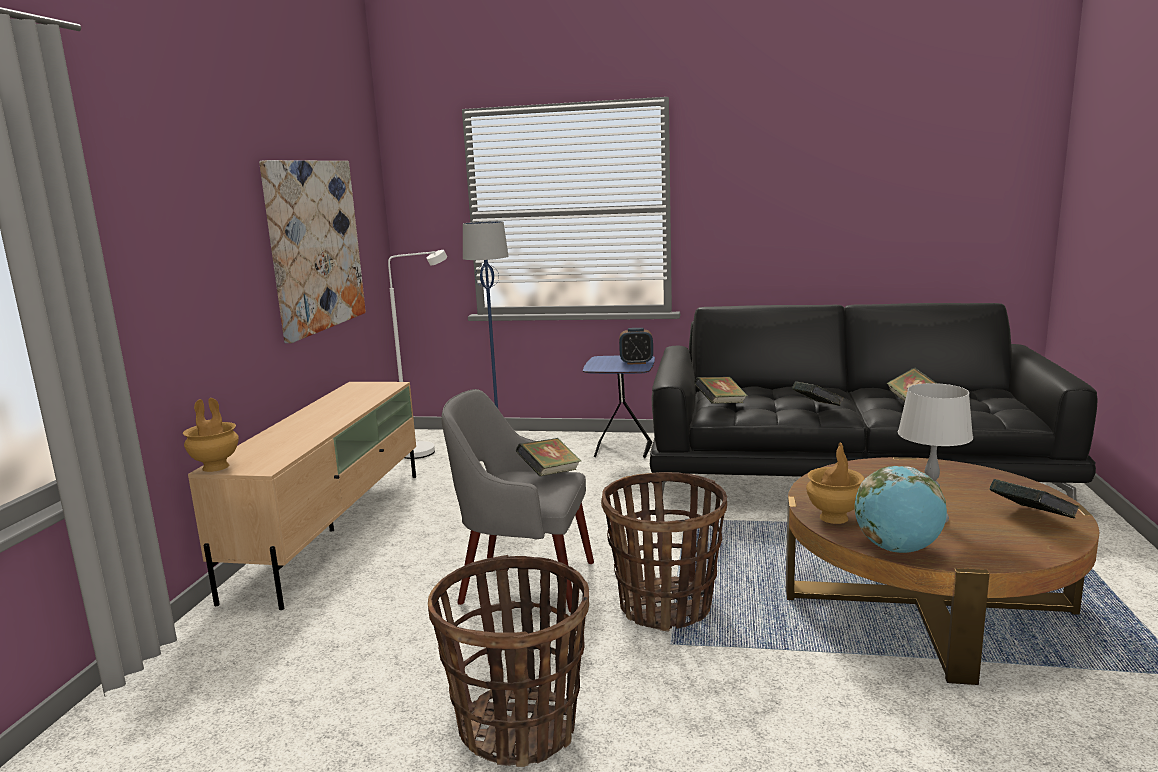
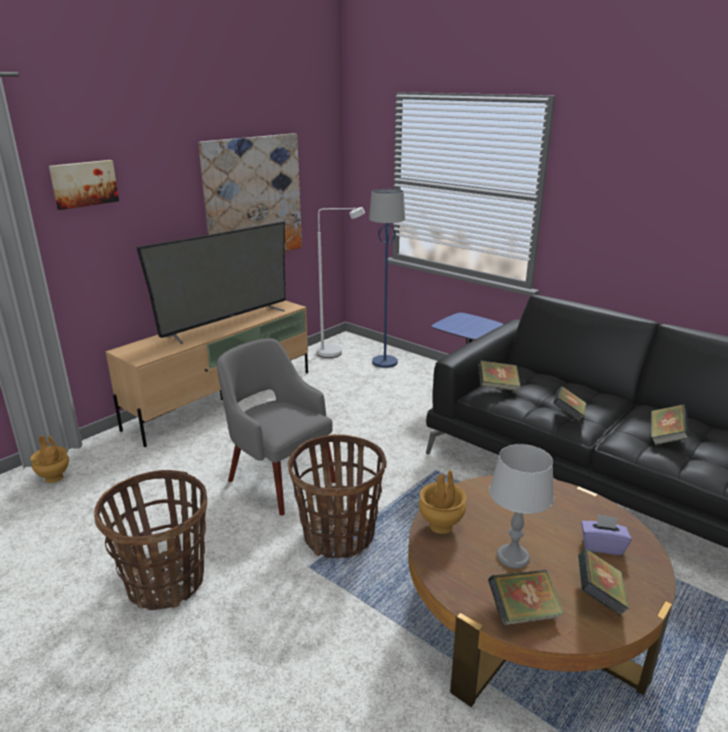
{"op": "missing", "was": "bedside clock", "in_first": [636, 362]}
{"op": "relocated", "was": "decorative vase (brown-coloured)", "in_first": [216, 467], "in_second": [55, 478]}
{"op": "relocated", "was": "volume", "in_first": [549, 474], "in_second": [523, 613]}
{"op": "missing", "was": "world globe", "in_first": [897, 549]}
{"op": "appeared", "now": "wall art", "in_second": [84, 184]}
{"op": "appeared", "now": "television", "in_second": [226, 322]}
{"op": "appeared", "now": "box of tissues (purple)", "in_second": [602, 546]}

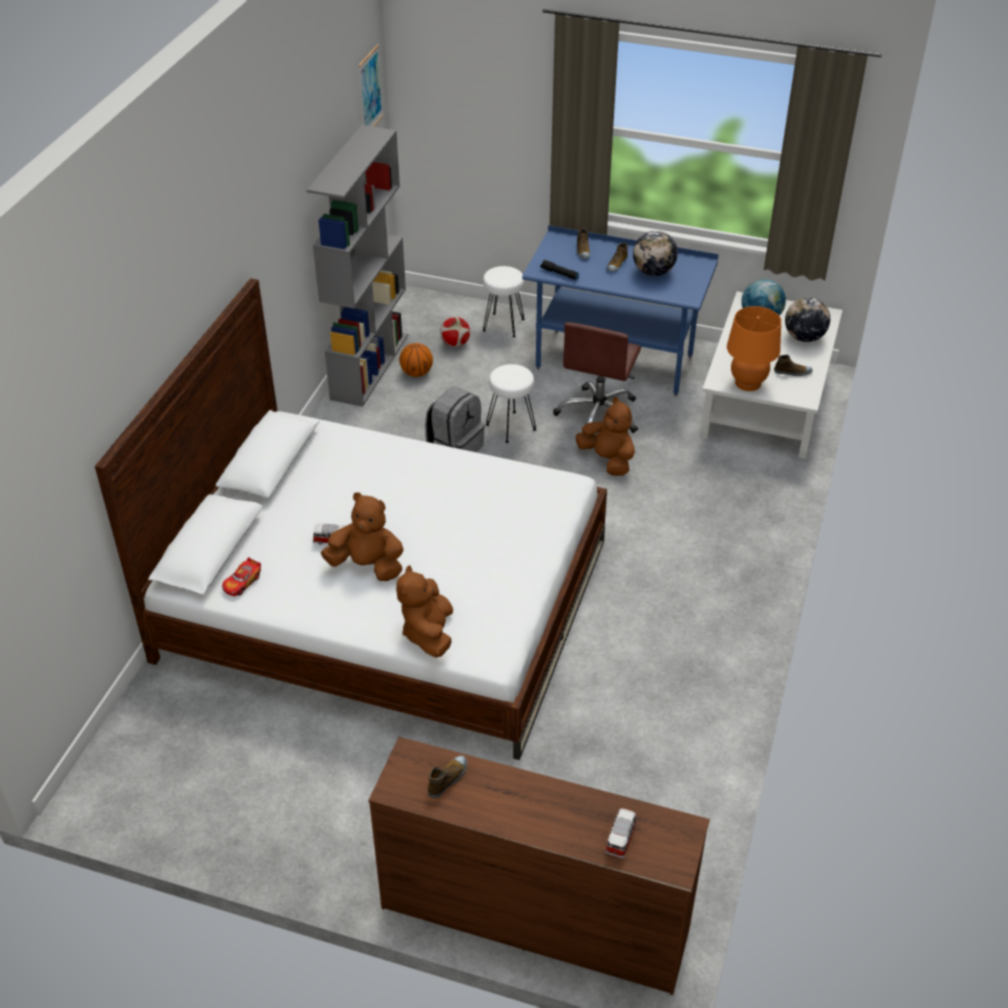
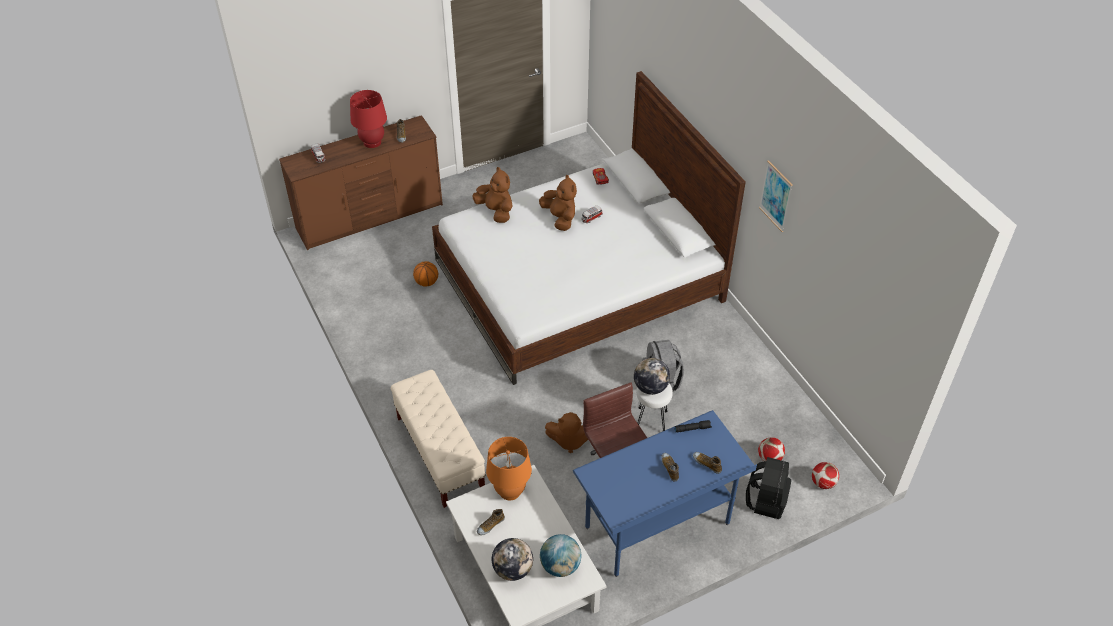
{"op": "relocated", "was": "wall art", "in_first": [370, 91], "in_second": [775, 196]}
{"op": "missing", "was": "shelving unit (gray)", "in_first": [369, 366]}
{"op": "relocated", "was": "world globe", "in_first": [653, 272], "in_second": [650, 387]}
{"op": "exchanged", "was": "sitting stool (white-coloured)", "now": "rucksack (black)", "in_first": [503, 325], "in_second": [766, 500]}
{"op": "relocated", "was": "basketball", "in_first": [416, 373], "in_second": [426, 282]}
{"op": "spun", "was": "cuddly toy (brown-coloured)", "in_first": [367, 566], "in_second": [560, 218], "clockwise": -90}
{"op": "appeared", "now": "lamp for a table (red)", "in_second": [372, 142]}
{"op": "appeared", "now": "long seat (sand-coloured)", "in_second": [440, 453]}
{"op": "appeared", "now": "football ball", "in_second": [823, 483]}

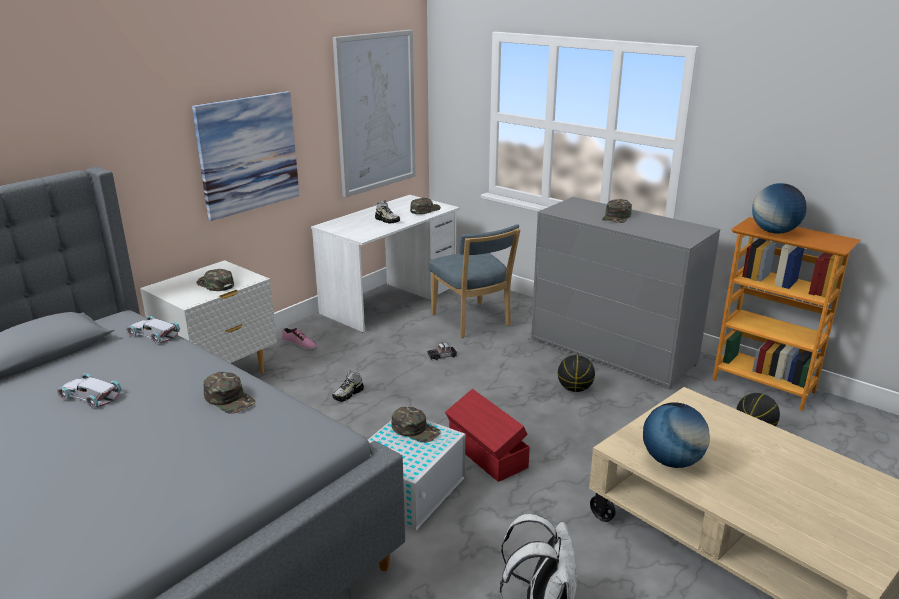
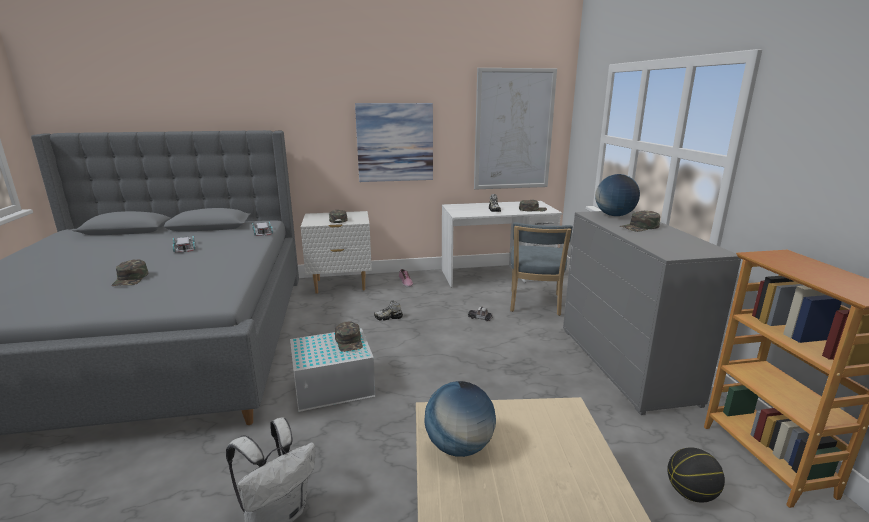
{"op": "relocated", "was": "world globe", "in_first": [774, 232], "in_second": [614, 215]}
{"op": "missing", "was": "basketball", "in_first": [575, 389]}
{"op": "relocated", "was": "cap (green-coloured)", "in_first": [230, 399], "in_second": [131, 279]}
{"op": "missing", "was": "storage bin (red)", "in_first": [487, 455]}

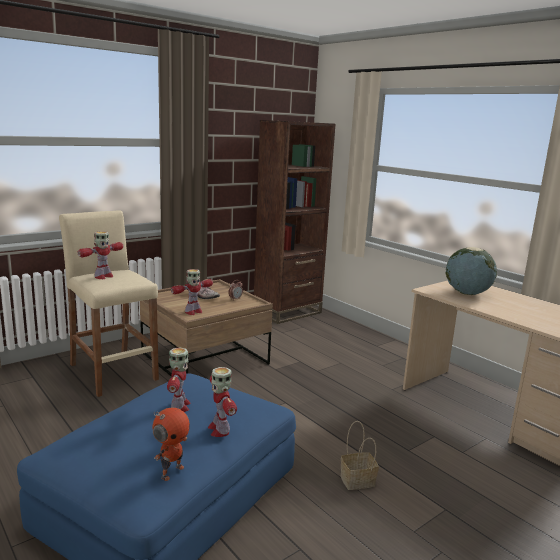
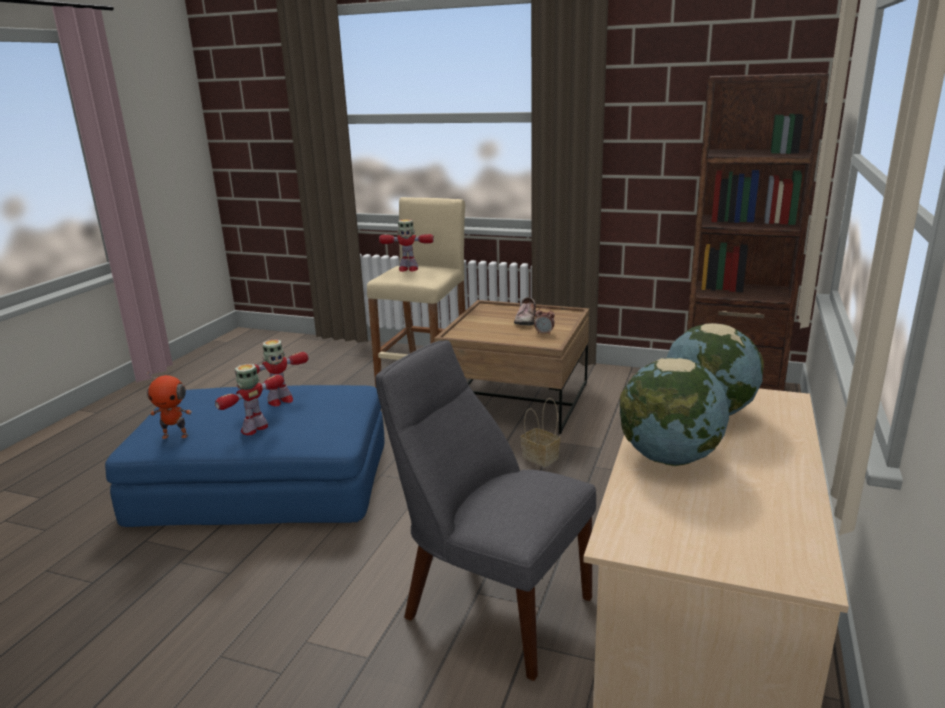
{"op": "missing", "was": "model robot", "in_first": [193, 312]}
{"op": "relocated", "was": "basket", "in_first": [358, 480], "in_second": [541, 458]}
{"op": "appeared", "now": "plain chair (gray)", "in_second": [490, 605]}
{"op": "appeared", "now": "world globe", "in_second": [669, 458]}

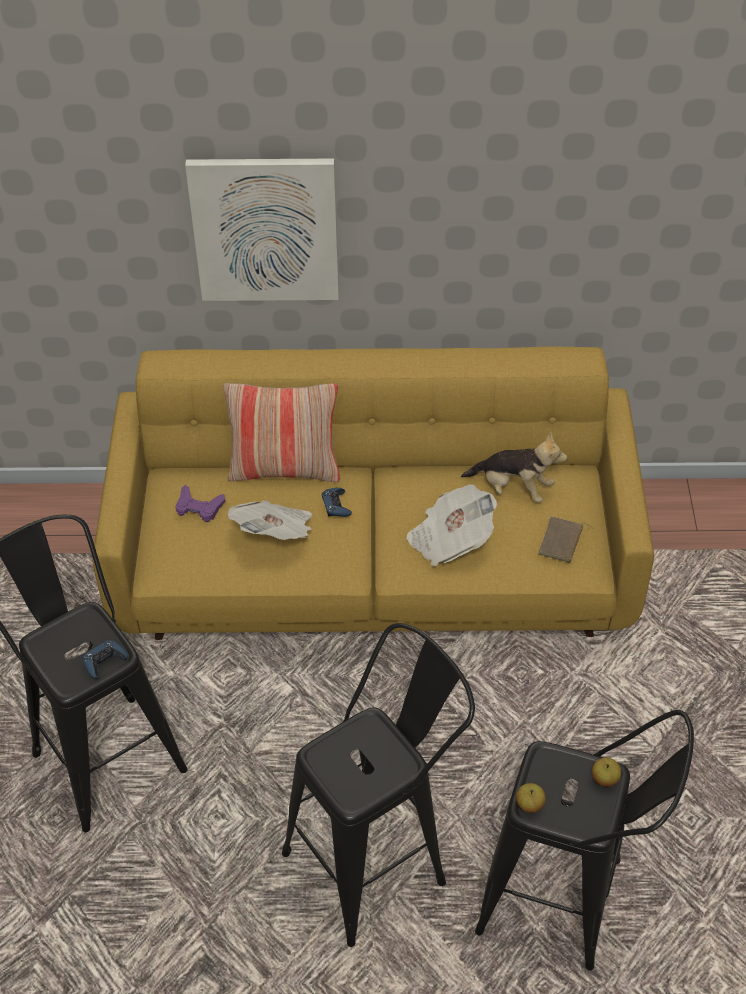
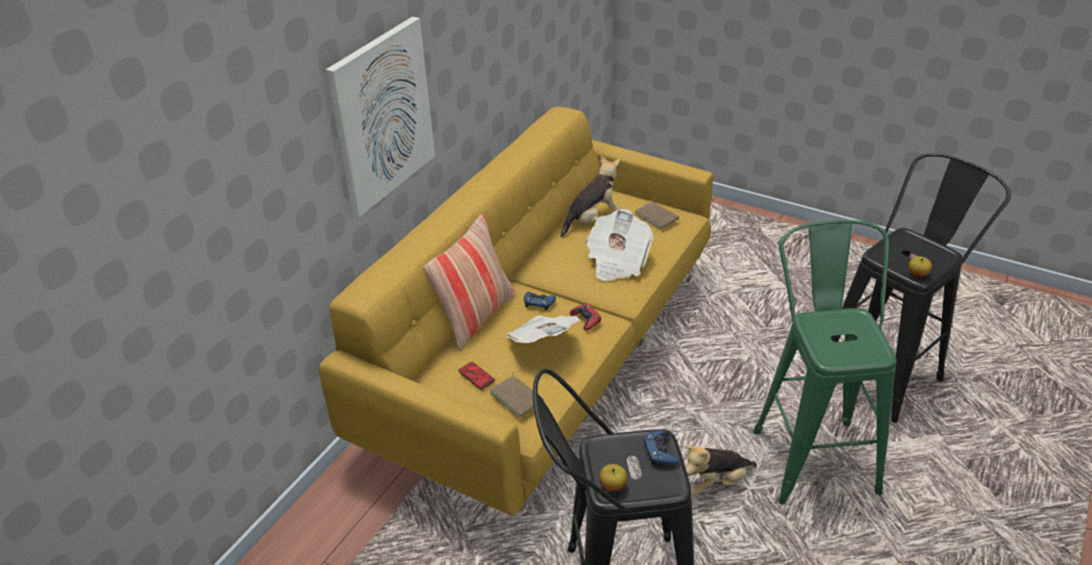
{"op": "exchanged", "was": "joypad (purple)", "now": "phone", "in_first": [199, 507], "in_second": [476, 376]}
{"op": "colour", "was": "sitting stool (black)", "now": "sitting stool (green-coloured)", "in_first": [378, 859], "in_second": [811, 450]}
{"op": "relocated", "was": "apple", "in_first": [604, 779], "in_second": [612, 486]}
{"op": "appeared", "now": "joypad (red)", "in_second": [585, 319]}
{"op": "appeared", "now": "volume (brown-coloured)", "in_second": [518, 397]}
{"op": "appeared", "now": "cuddly toy", "in_second": [715, 483]}

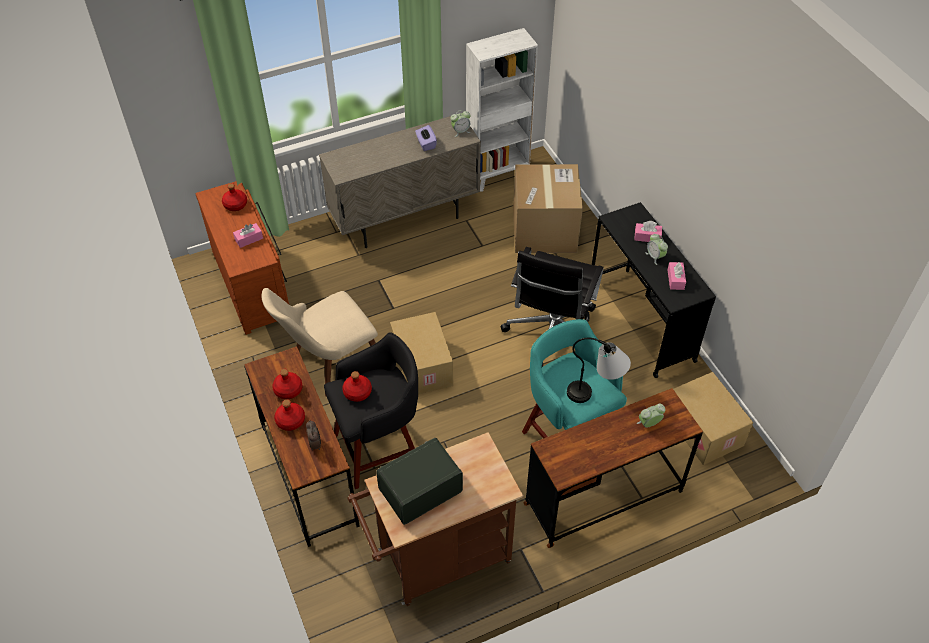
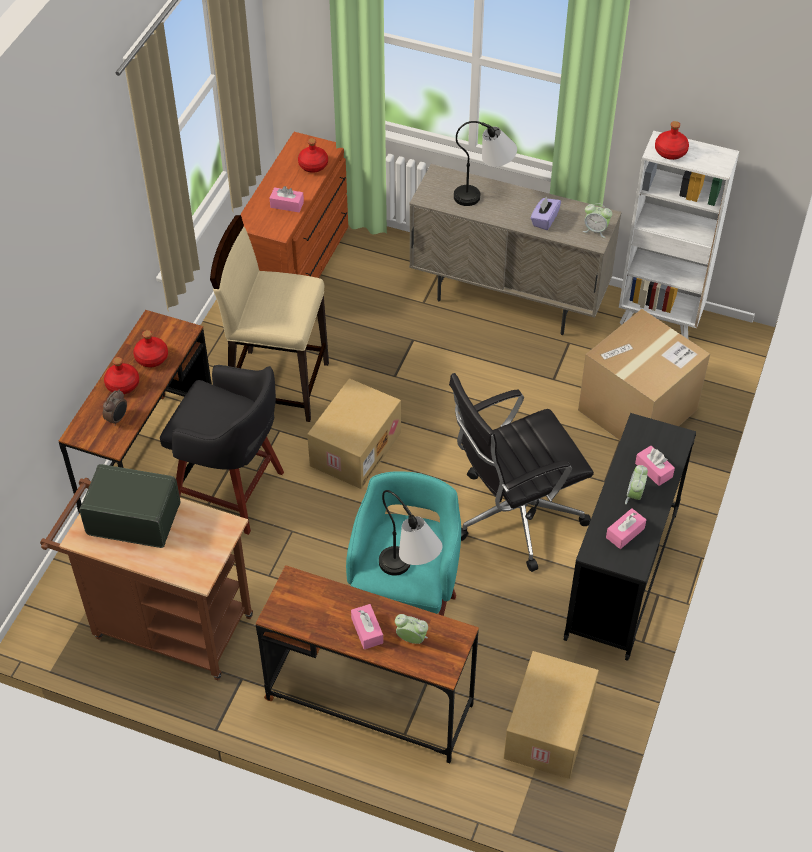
{"op": "exchanged", "was": "plain chair (sand-coloured)", "now": "sitting stool (sand-coloured)", "in_first": [329, 365], "in_second": [277, 384]}
{"op": "relocated", "was": "drink bottle (red)", "in_first": [357, 392], "in_second": [670, 151]}
{"op": "appeared", "now": "lamp for a table", "in_second": [485, 194]}
{"op": "appeared", "now": "box of tissues (pink-coloured)", "in_second": [367, 631]}

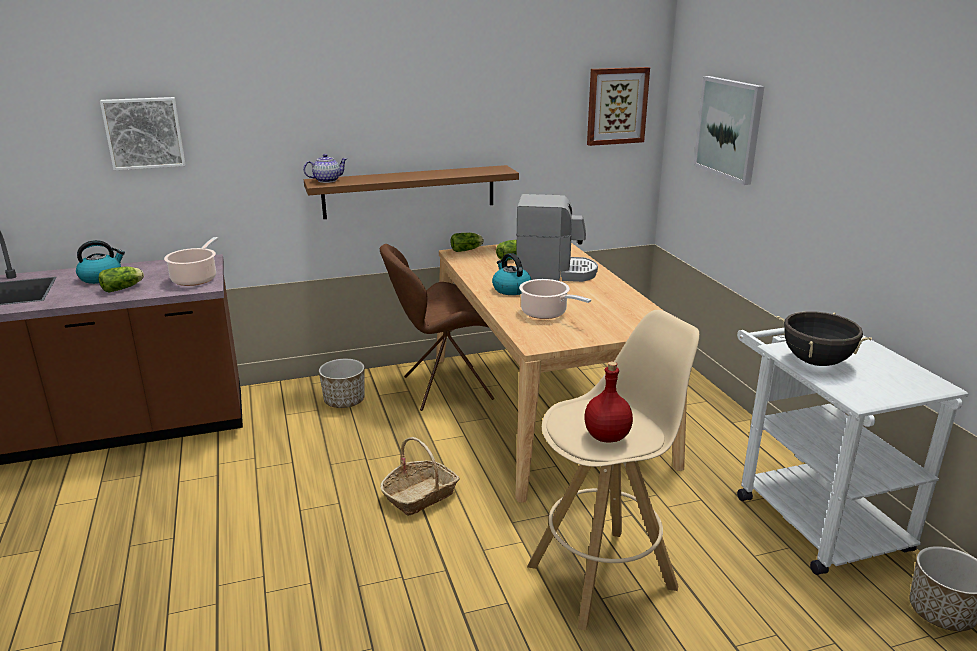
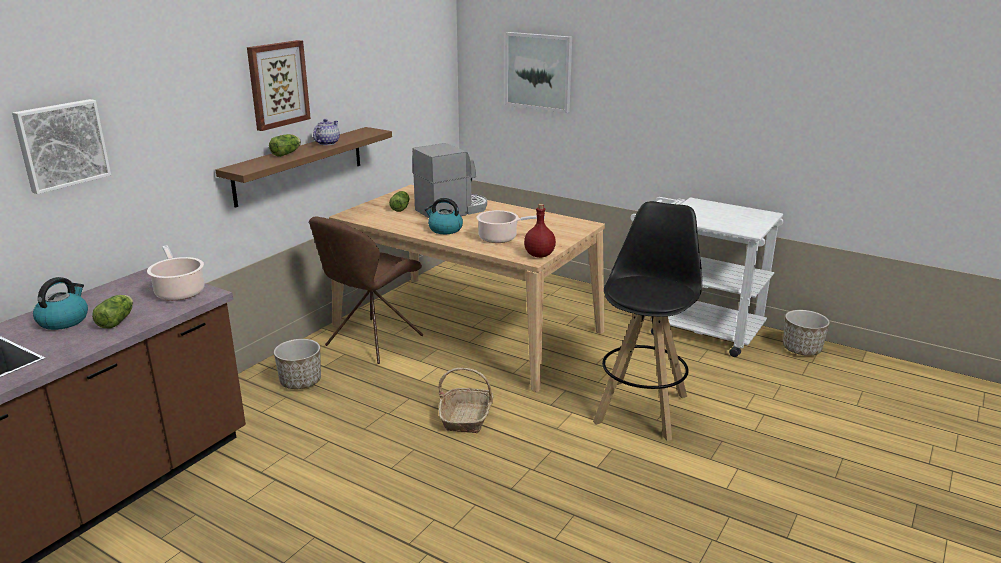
{"op": "relocated", "was": "wall art", "in_first": [616, 106], "in_second": [277, 84]}
{"op": "relocated", "was": "pot for tea", "in_first": [326, 180], "in_second": [326, 143]}
{"op": "relocated", "was": "lettuce head", "in_first": [467, 250], "in_second": [287, 153]}
{"op": "colour", "was": "sitting stool (sand-coloured)", "now": "sitting stool (black)", "in_first": [603, 576], "in_second": [642, 408]}
{"op": "missing", "was": "cooking pot (black)", "in_first": [816, 362]}
{"op": "relocated", "was": "drink bottle (red)", "in_first": [606, 437], "in_second": [539, 255]}

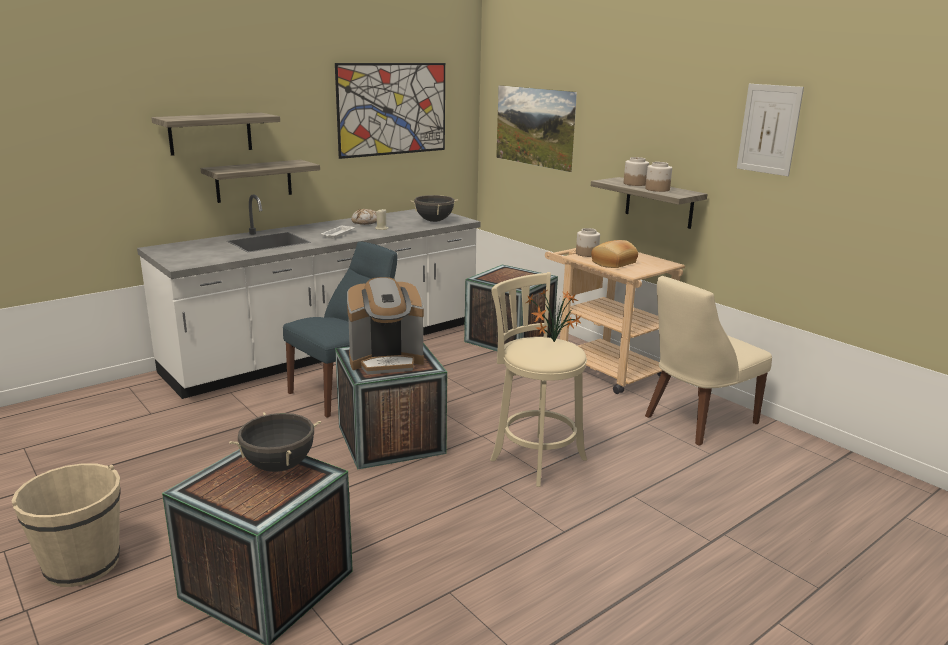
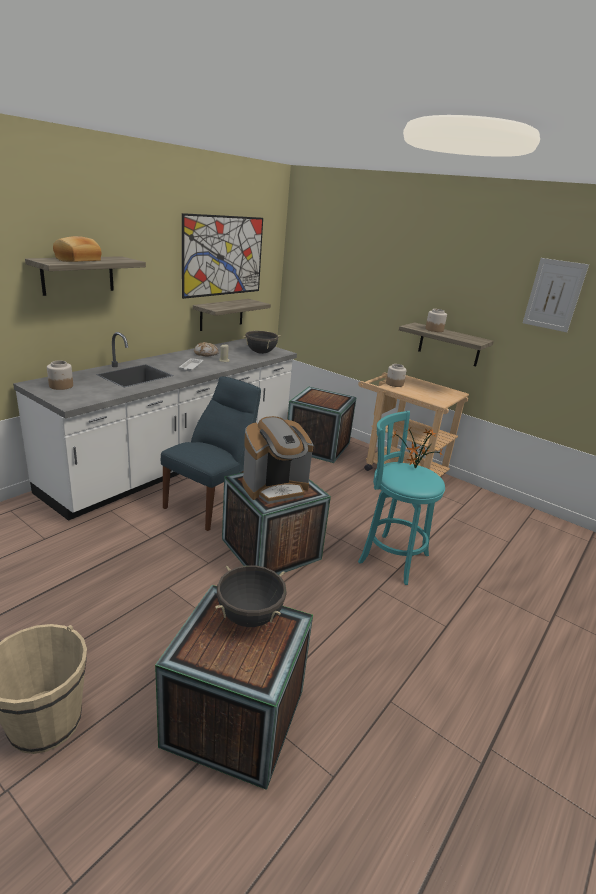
{"op": "missing", "was": "wall art", "in_first": [532, 146]}
{"op": "relocated", "was": "wall shelf", "in_first": [254, 181], "in_second": [221, 314]}
{"op": "relocated", "was": "jar", "in_first": [657, 189], "in_second": [61, 386]}
{"op": "relocated", "was": "baked bread", "in_first": [614, 263], "in_second": [78, 260]}
{"op": "colour", "was": "sitting stool (sand-coloured)", "now": "sitting stool (blue-green)", "in_first": [534, 457], "in_second": [390, 557]}
{"op": "missing", "was": "plain chair (sand-coloured)", "in_first": [696, 420]}

